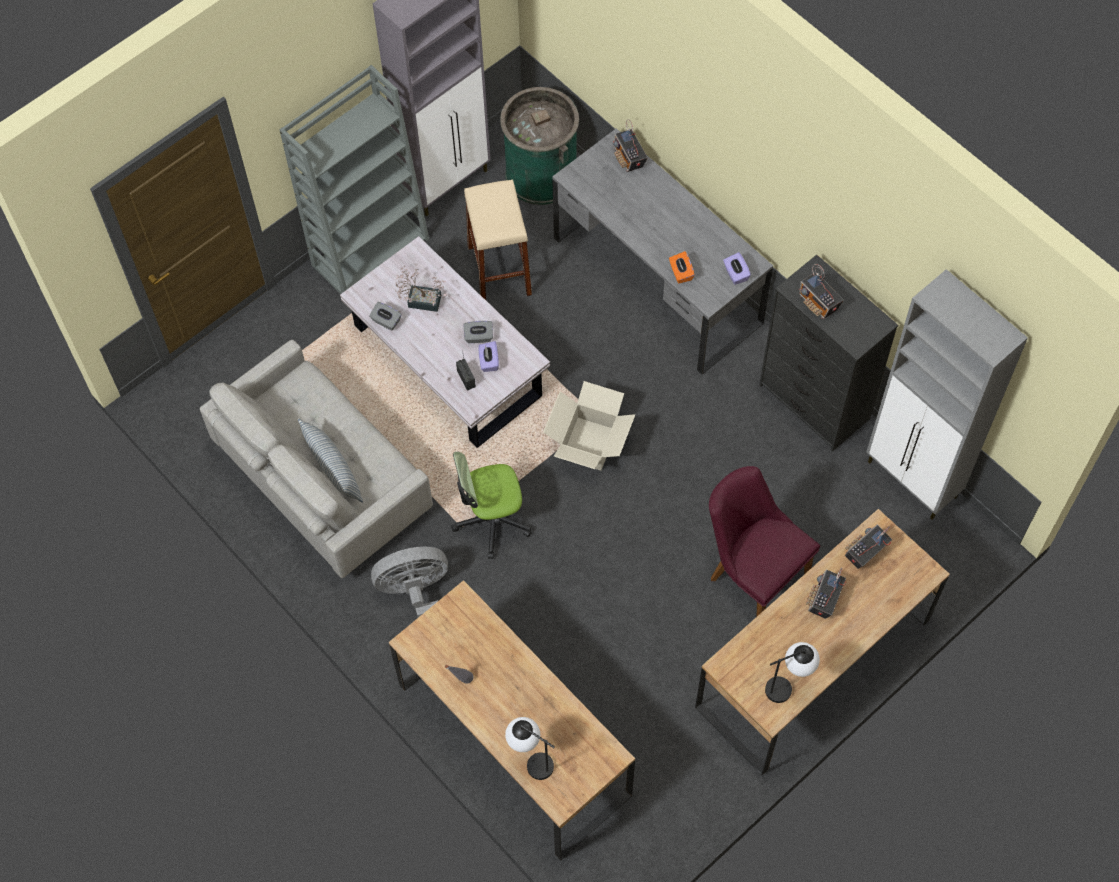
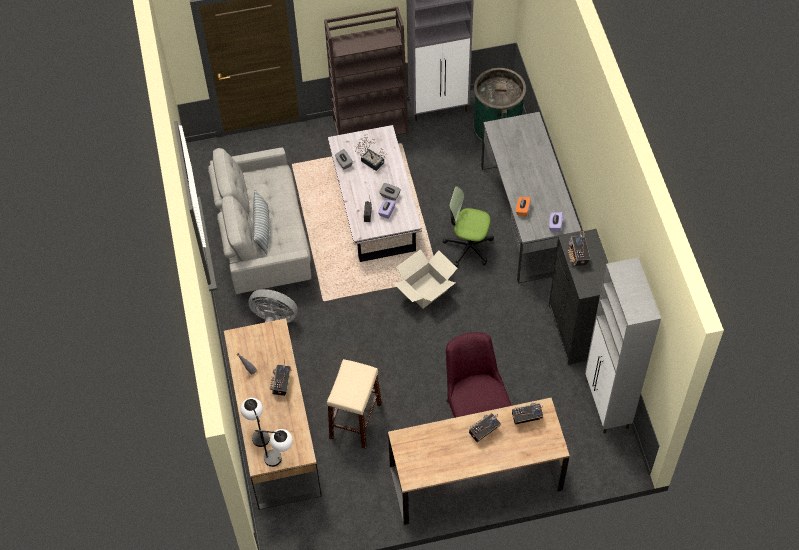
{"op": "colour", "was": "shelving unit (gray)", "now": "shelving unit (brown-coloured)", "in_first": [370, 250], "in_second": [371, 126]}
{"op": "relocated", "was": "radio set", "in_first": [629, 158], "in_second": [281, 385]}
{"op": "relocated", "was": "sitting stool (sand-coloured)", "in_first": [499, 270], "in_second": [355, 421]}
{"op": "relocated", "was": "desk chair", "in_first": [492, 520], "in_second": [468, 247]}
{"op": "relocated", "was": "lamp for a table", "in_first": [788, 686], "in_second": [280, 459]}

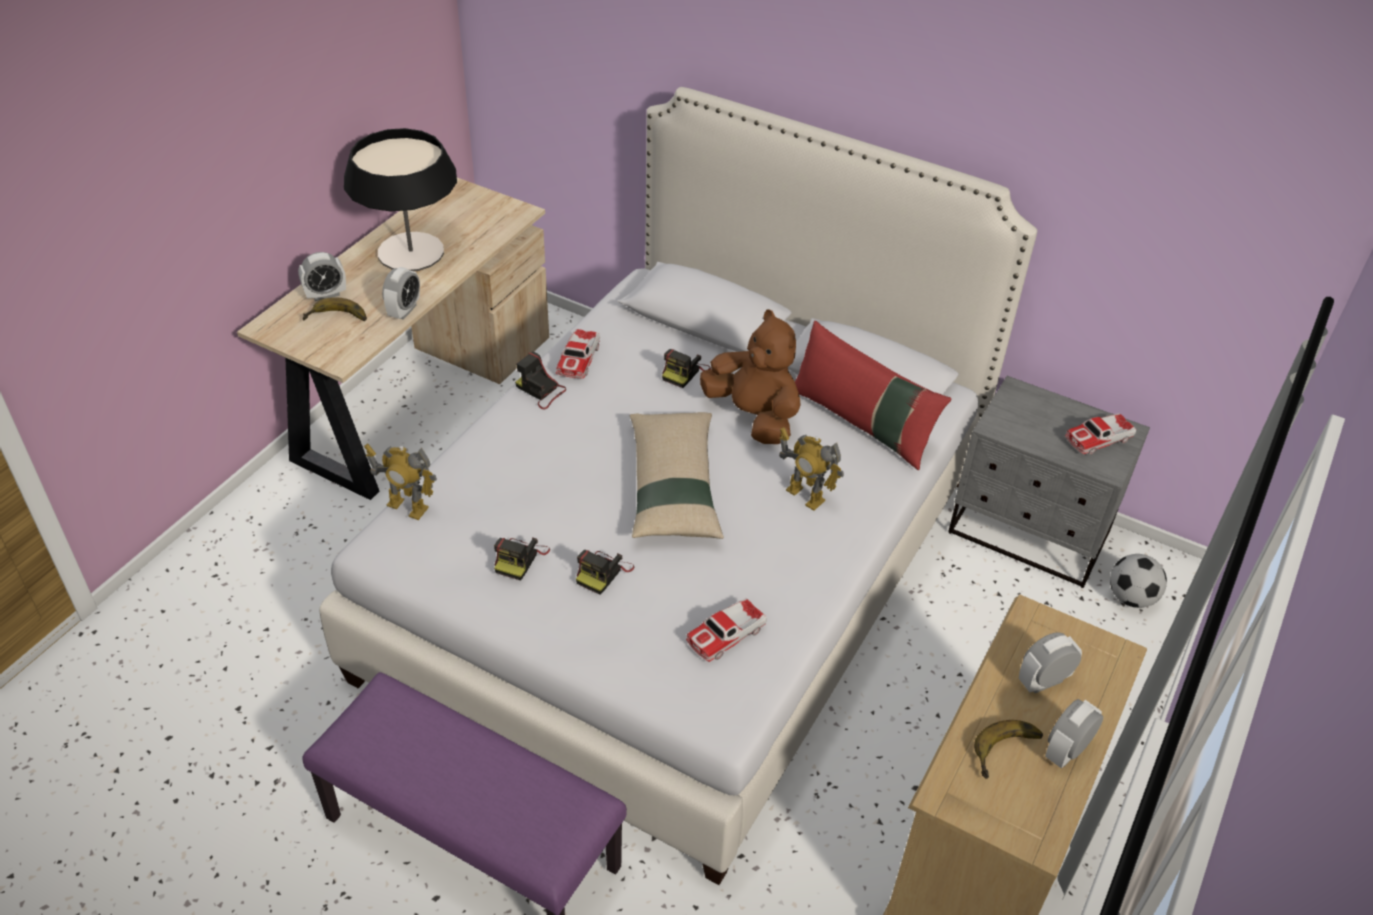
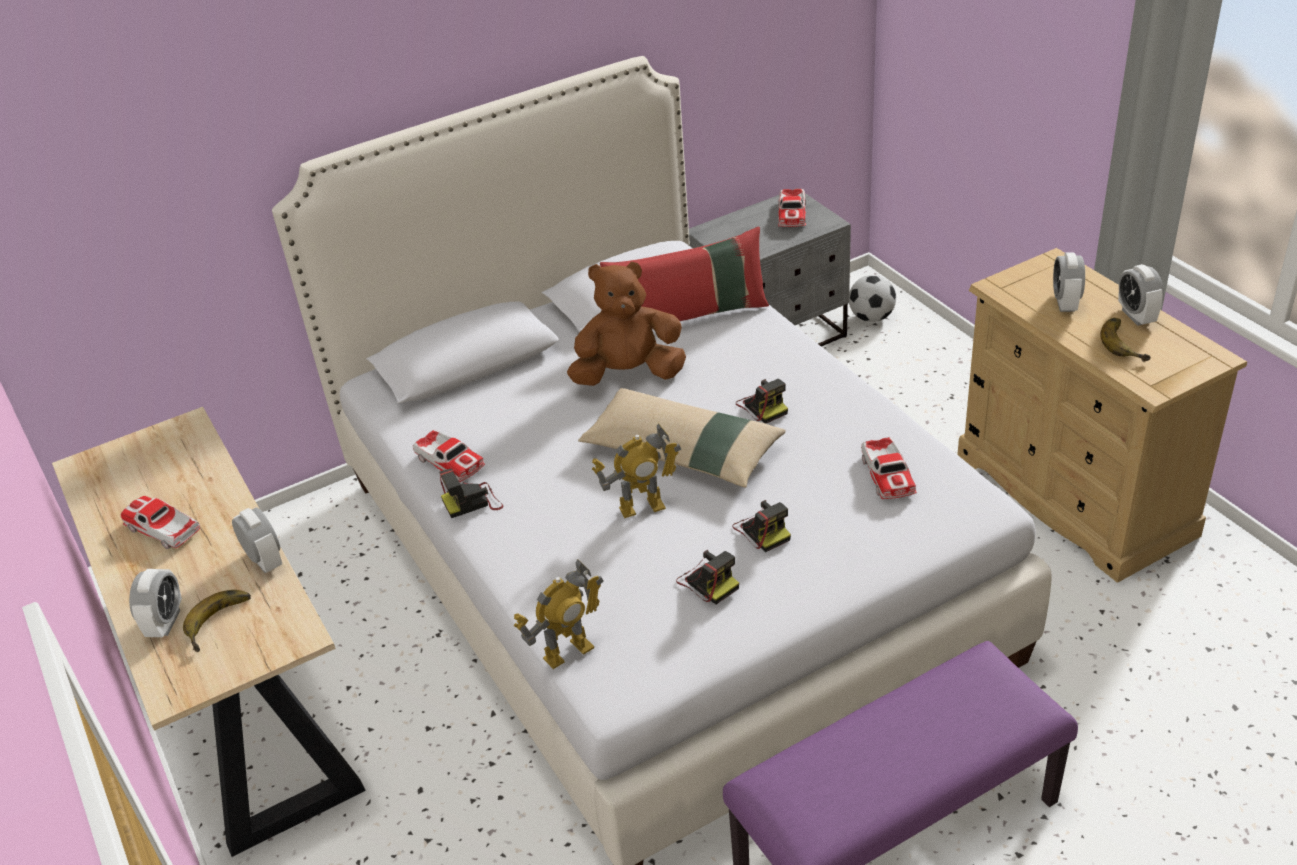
{"op": "exchanged", "was": "lamp for a table", "now": "toy car", "in_first": [410, 252], "in_second": [164, 529]}
{"op": "relocated", "was": "still camera", "in_first": [684, 372], "in_second": [762, 406]}
{"op": "relocated", "was": "model robot", "in_first": [805, 496], "in_second": [642, 507]}

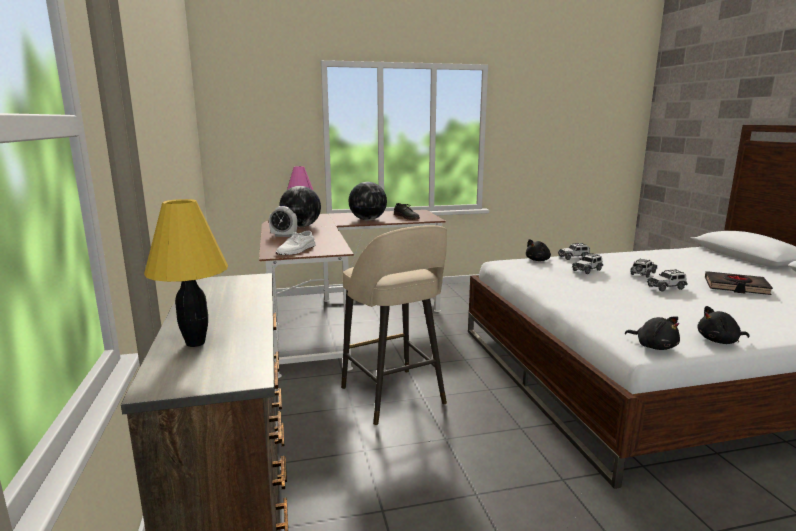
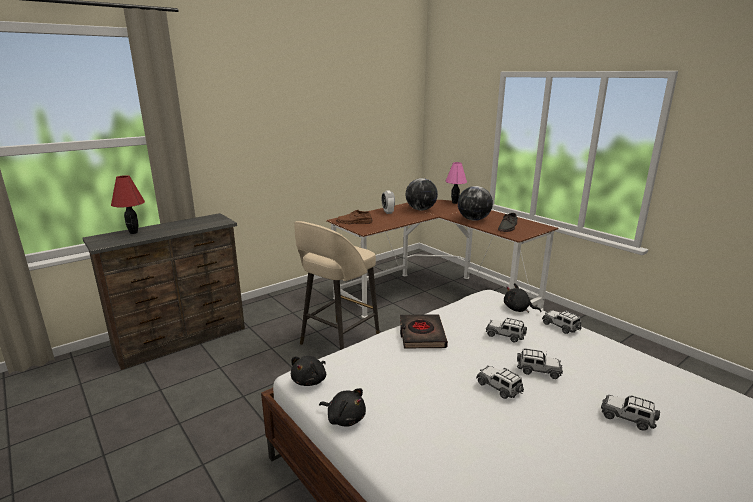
{"op": "colour", "was": "lamp for a table (yellow)", "now": "lamp for a table (red)", "in_first": [196, 342], "in_second": [134, 232]}
{"op": "colour", "was": "shoe (white-coloured)", "now": "shoe (brown-coloured)", "in_first": [296, 250], "in_second": [354, 222]}
{"op": "relocated", "was": "volume (black)", "in_first": [736, 287], "in_second": [421, 335]}
{"op": "spun", "was": "cuddly toy (black)", "in_first": [719, 341], "in_second": [344, 418], "clockwise": 150}
{"op": "appeared", "now": "toy car", "in_second": [627, 418]}

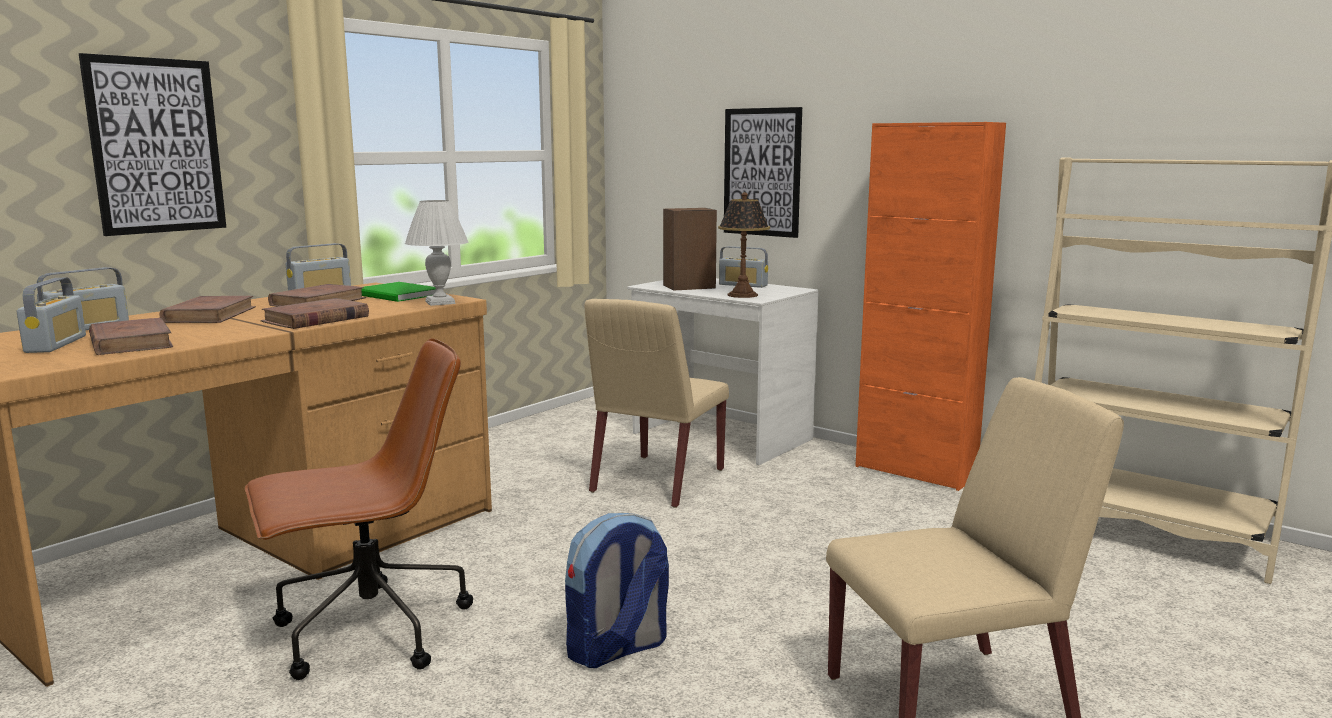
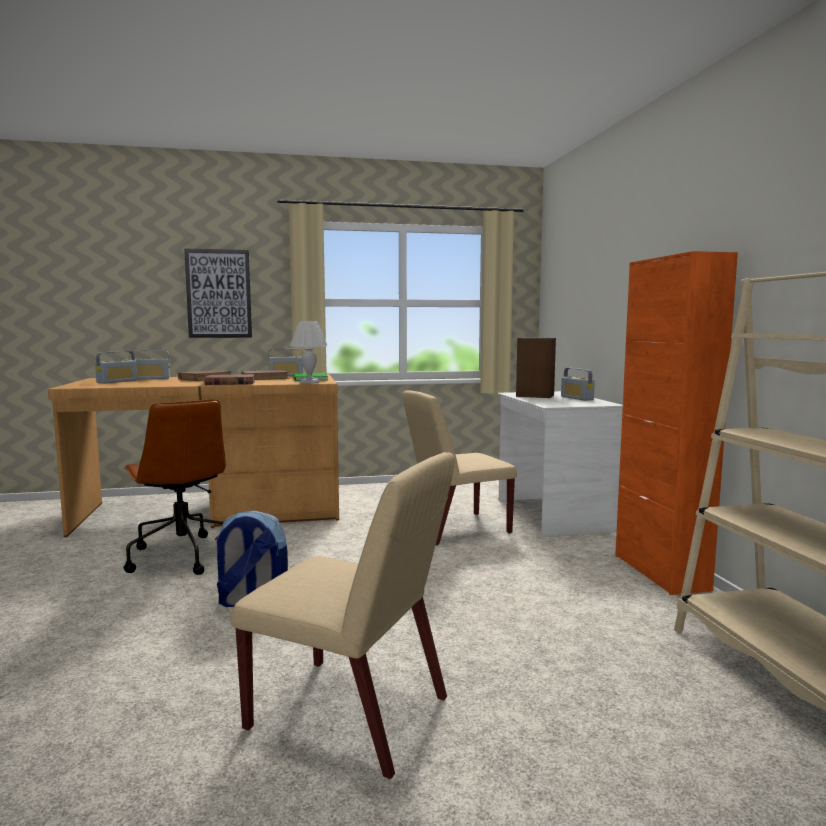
{"op": "missing", "was": "wall art", "in_first": [762, 172]}
{"op": "missing", "was": "lamp for a table", "in_first": [742, 295]}
{"op": "missing", "was": "volume (brown-coloured)", "in_first": [131, 342]}
{"op": "spun", "was": "desk chair (brown-coloured)", "in_first": [368, 632], "in_second": [182, 555], "clockwise": 45}

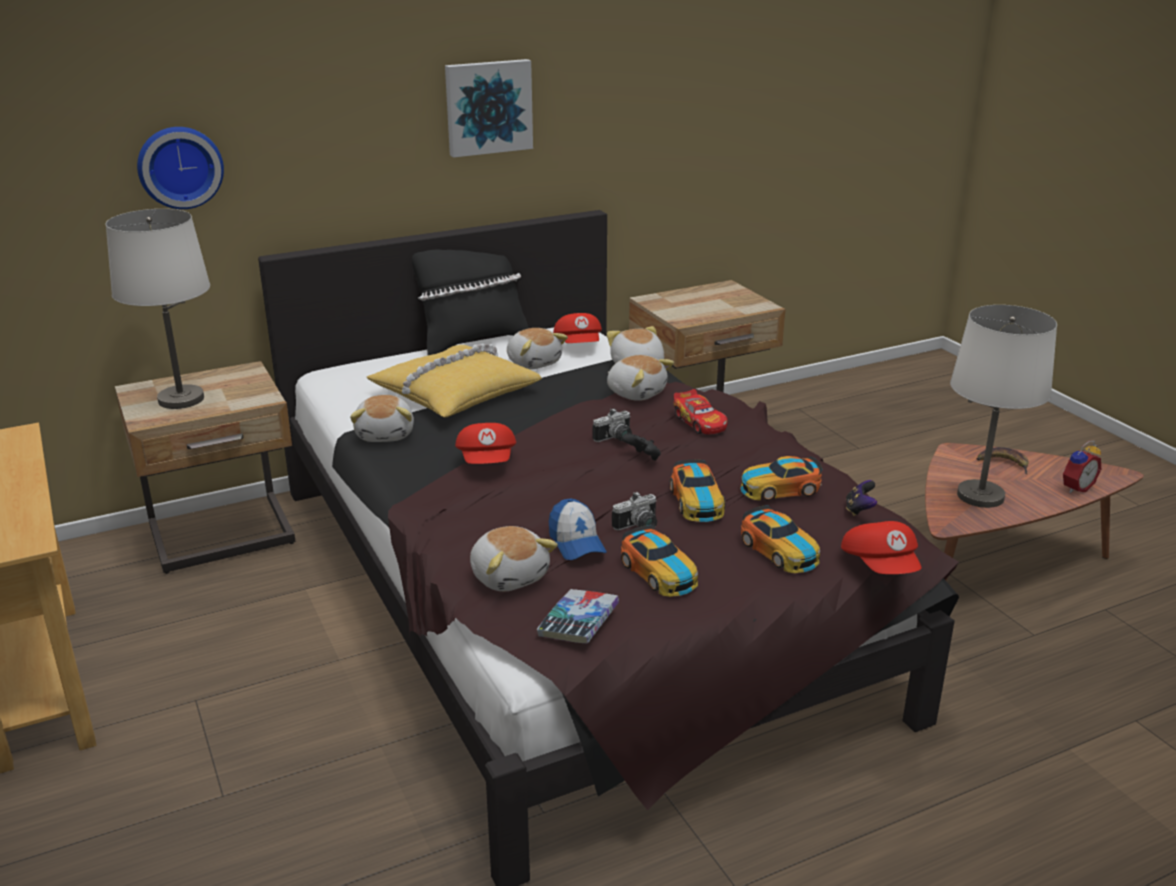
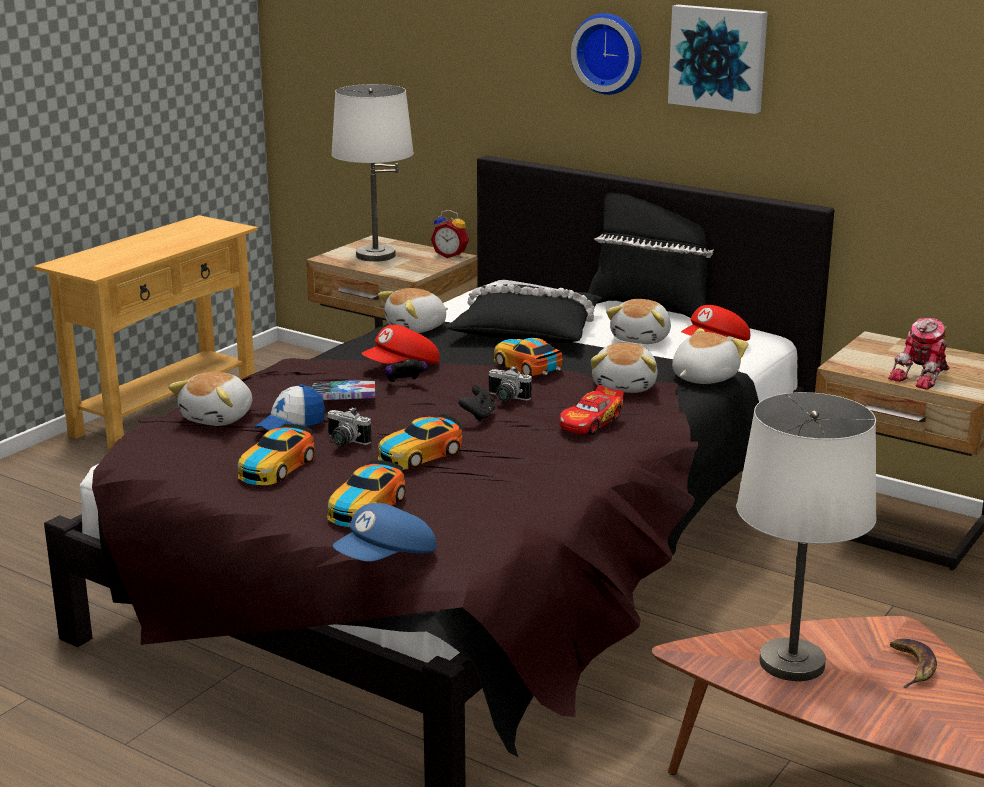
{"op": "relocated", "was": "hanging clock", "in_first": [179, 166], "in_second": [609, 53]}
{"op": "colour", "was": "pillow (yellow)", "now": "pillow (black)", "in_first": [454, 393], "in_second": [528, 329]}
{"op": "relocated", "was": "bedside clock", "in_first": [1075, 487], "in_second": [451, 255]}
{"op": "relocated", "was": "toy car", "in_first": [779, 488], "in_second": [526, 365]}
{"op": "relocated", "was": "joypad", "in_first": [859, 510], "in_second": [404, 383]}
{"op": "colour", "was": "cap (red)", "now": "cap (blue-coloured)", "in_first": [881, 566], "in_second": [387, 559]}
{"op": "relocated", "was": "volume", "in_first": [578, 623], "in_second": [344, 398]}
{"op": "appeared", "now": "model robot", "in_second": [923, 377]}

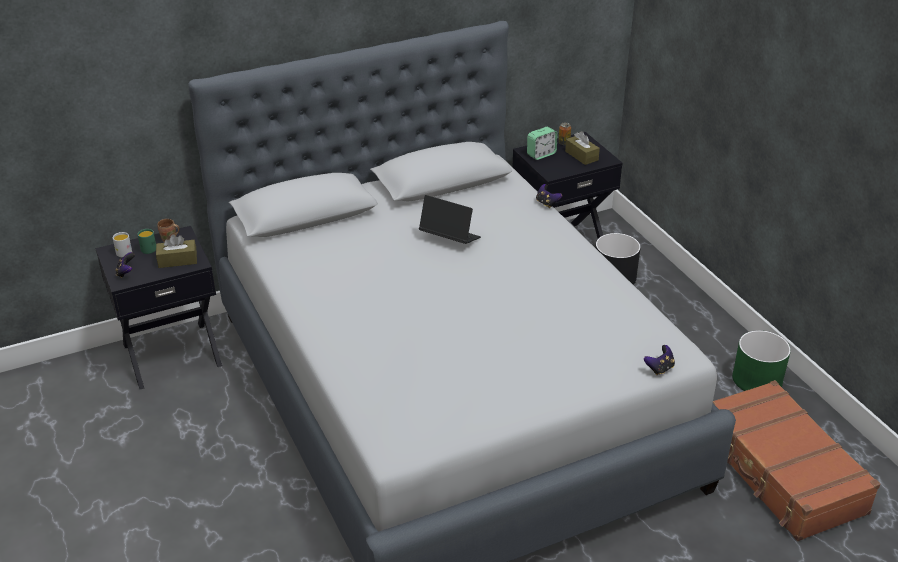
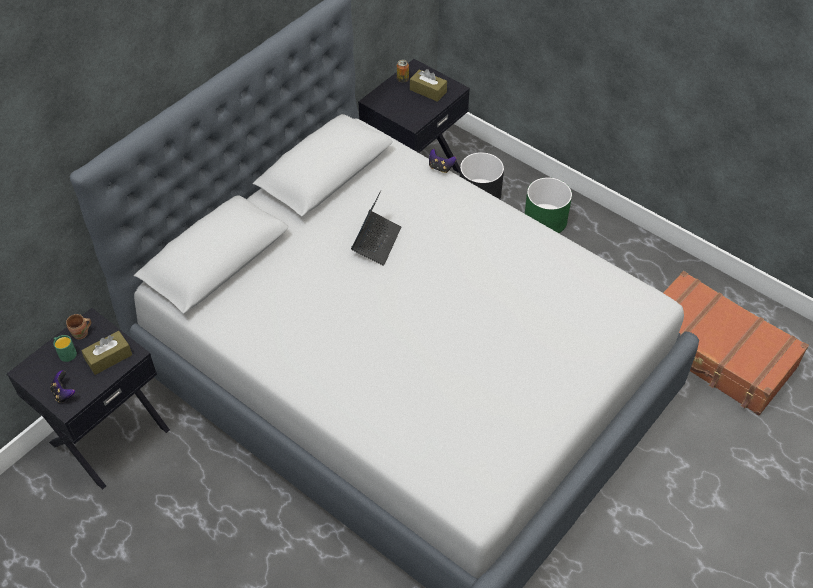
{"op": "missing", "was": "bedside clock", "in_first": [541, 154]}
{"op": "spun", "was": "laptop", "in_first": [449, 238], "in_second": [376, 242], "clockwise": 105}
{"op": "missing", "was": "coffee mug (white-coloured)", "in_first": [123, 251]}
{"op": "relocated", "was": "plant pot (green-coloured)", "in_first": [757, 379], "in_second": [545, 220]}
{"op": "missing", "was": "joypad", "in_first": [659, 368]}

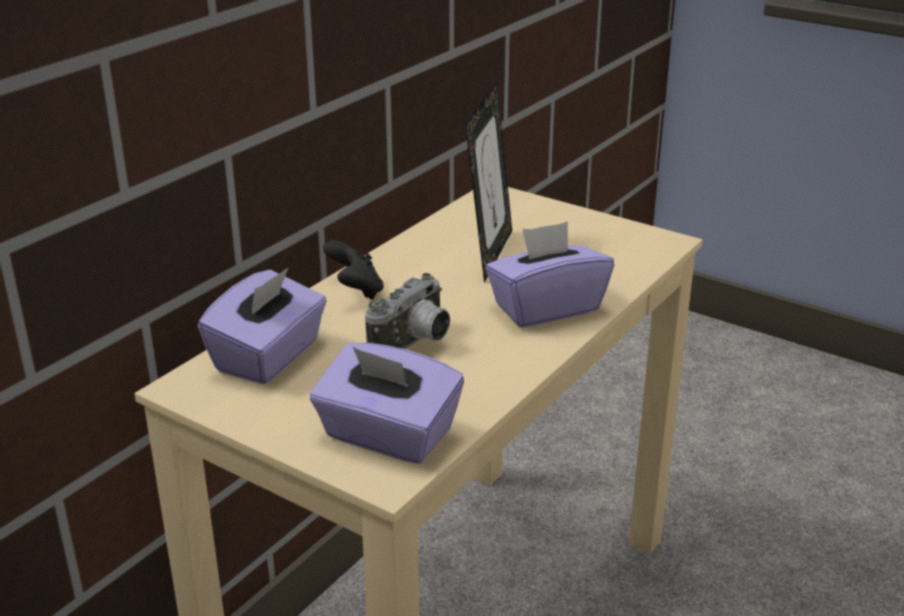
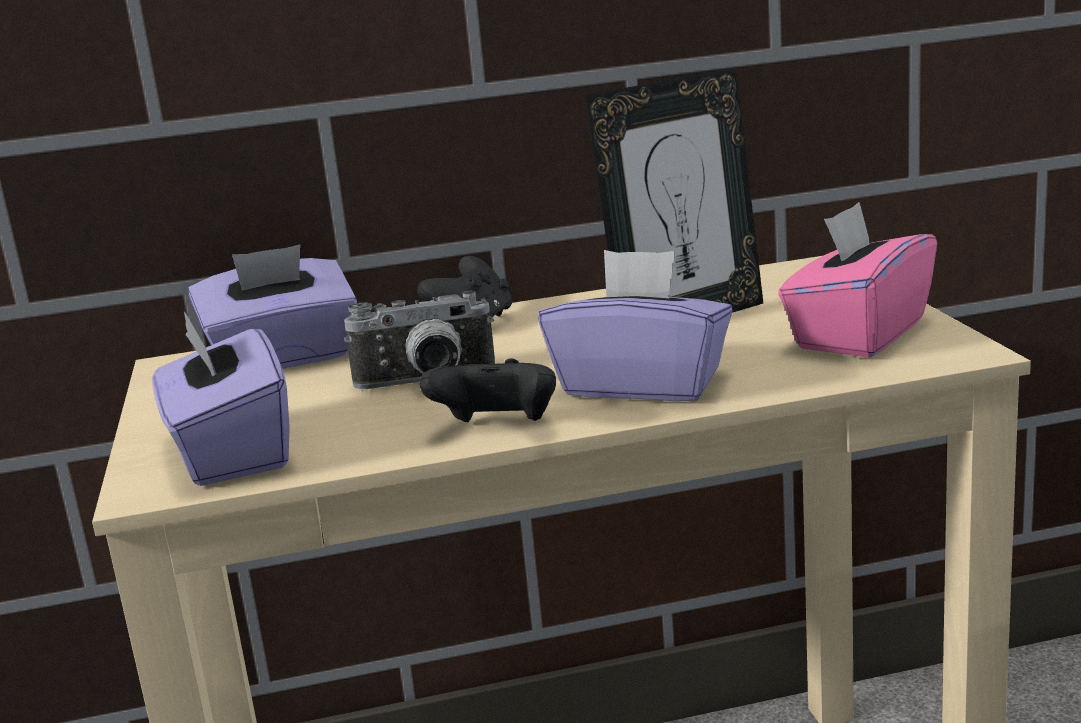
{"op": "appeared", "now": "box of tissues (pink-coloured)", "in_second": [858, 334]}
{"op": "appeared", "now": "joypad (black)", "in_second": [497, 428]}

